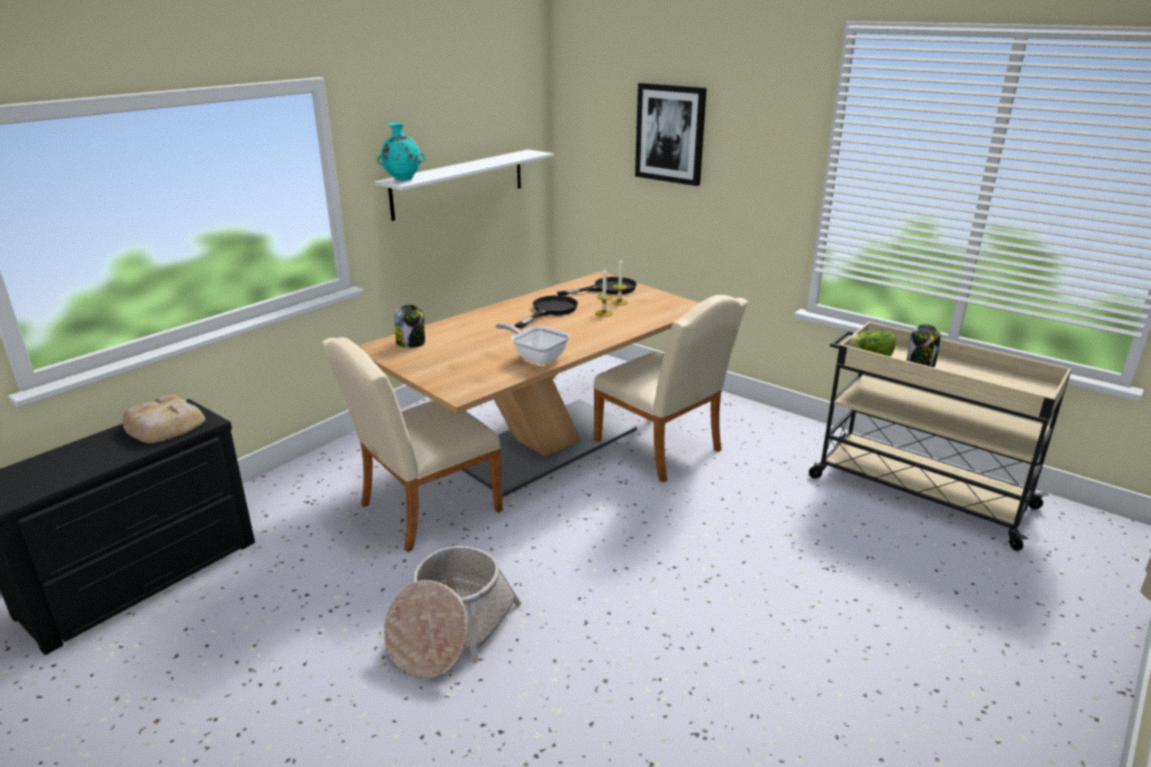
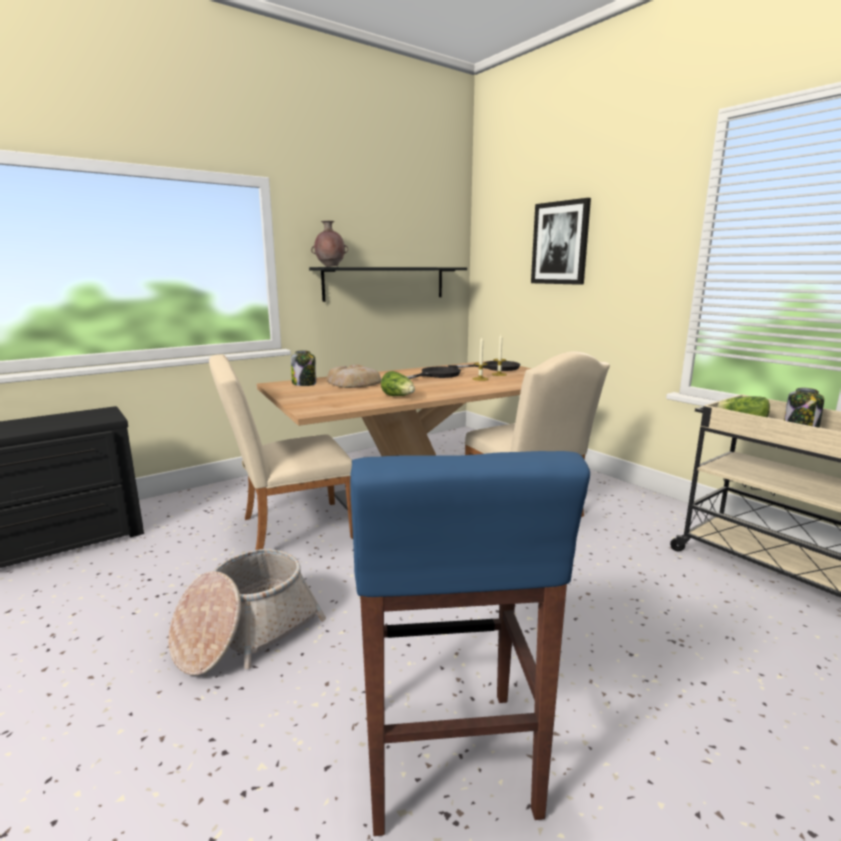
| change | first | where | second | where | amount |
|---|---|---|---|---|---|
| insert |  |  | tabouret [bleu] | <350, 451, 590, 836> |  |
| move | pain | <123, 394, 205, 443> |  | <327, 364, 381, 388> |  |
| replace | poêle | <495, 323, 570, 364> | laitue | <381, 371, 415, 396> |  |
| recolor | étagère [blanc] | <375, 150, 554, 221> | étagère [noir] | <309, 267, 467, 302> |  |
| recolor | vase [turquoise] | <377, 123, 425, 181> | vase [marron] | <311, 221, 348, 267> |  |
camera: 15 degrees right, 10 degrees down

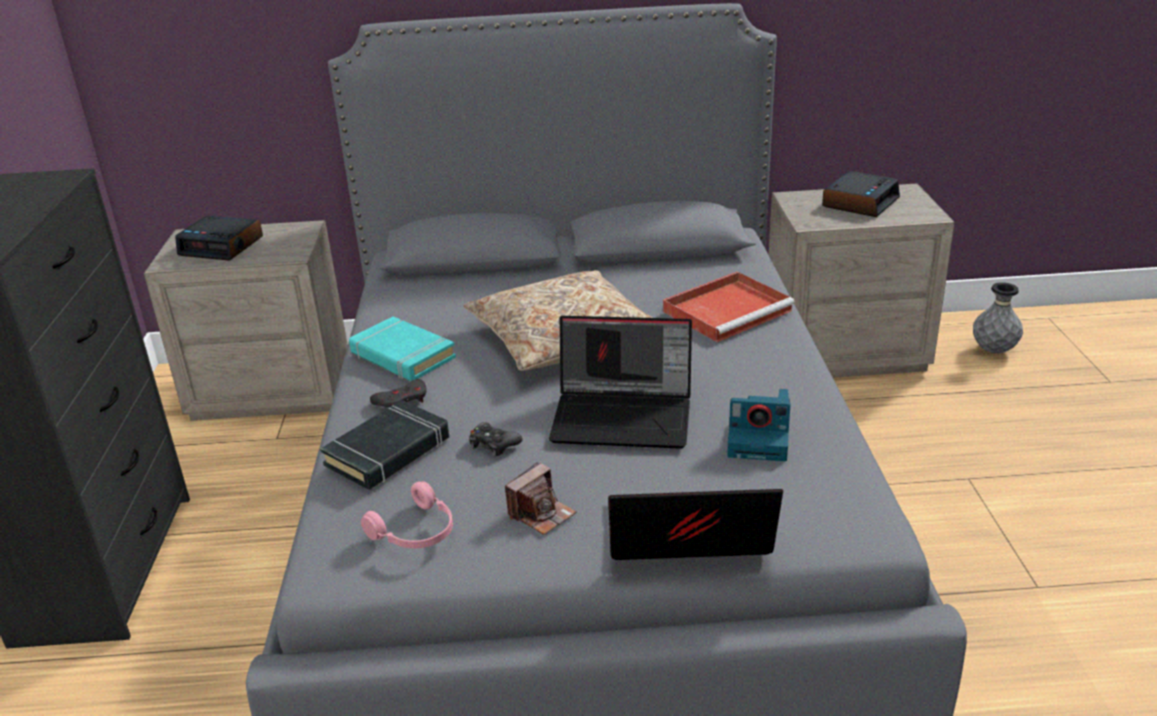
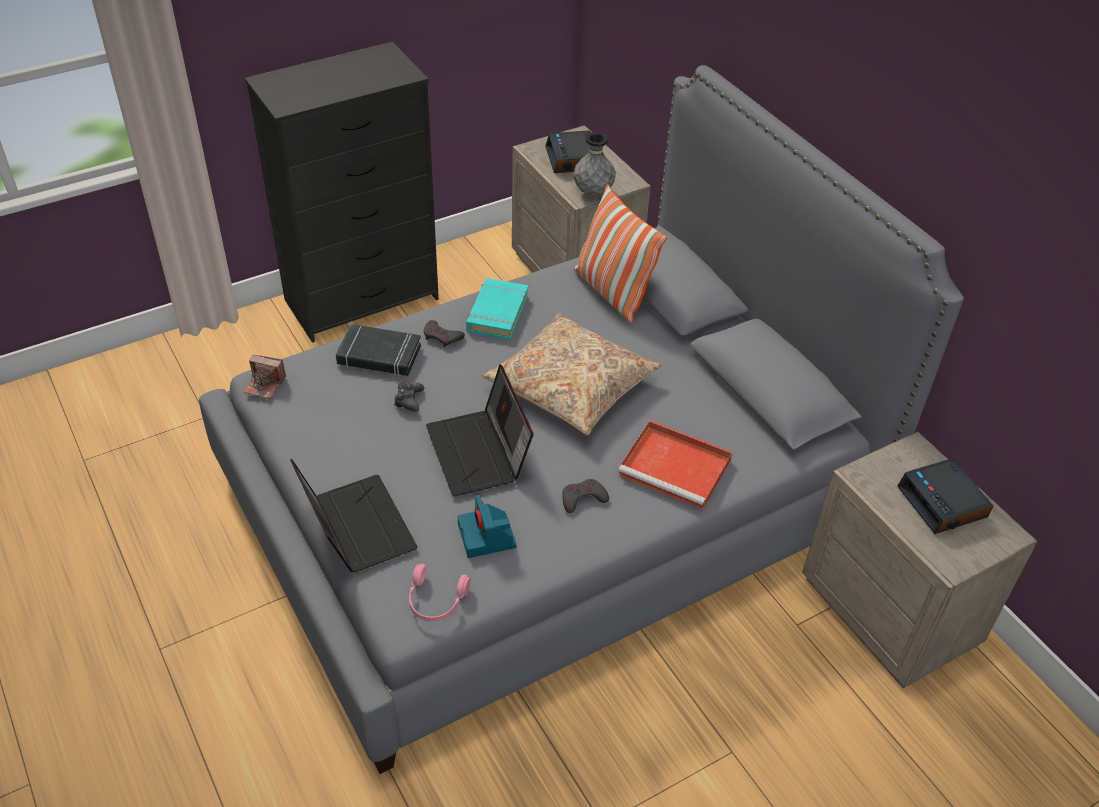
| change | first | where | second | where | amount |
|---|---|---|---|---|---|
| insert |  |  | manette [gris] | <562, 479, 609, 513> |  |
| insert |  |  | coussin | <574, 184, 667, 323> |  |
| move | casque audio [rose] | <361, 481, 453, 548> |  | <409, 564, 471, 621> |  |
| move | appareil photo | <505, 462, 576, 535> |  | <243, 355, 286, 399> |  |
| move | vase [gris] | <973, 282, 1023, 353> |  | <573, 132, 616, 196> |  |
| rotate | réveil | <822, 171, 900, 217> |  | <897, 458, 993, 534> | 60 degrees clockwise |
camera: 60 degrees right, 15 degrees up

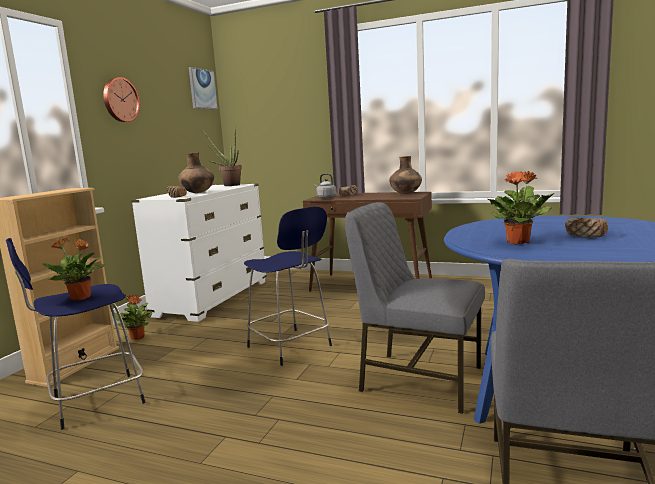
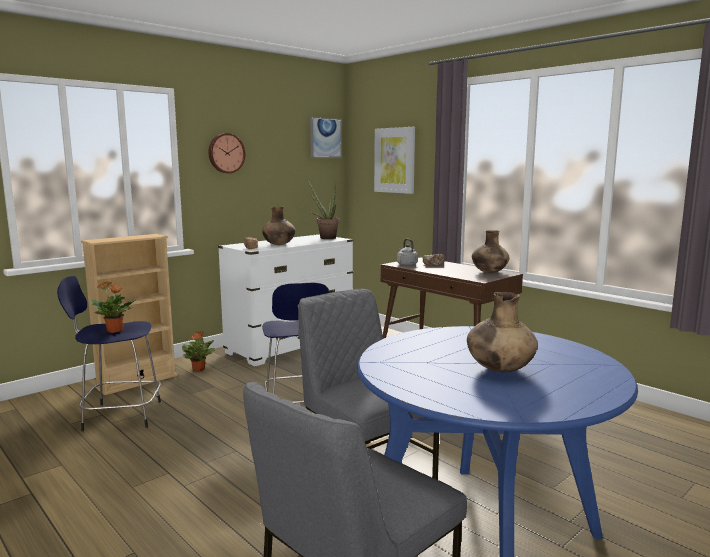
| change | first | where | second | where | amount |
|---|---|---|---|---|---|
| delete | plante en pot | <488, 171, 554, 245> |  |  |  |
| insert |  |  | tableau | <374, 127, 415, 194> |  |
| replace | pain | <565, 217, 608, 237> | vase [marron] | <467, 292, 538, 372> |  |
camera: 25 degrees right, 0 degrees up

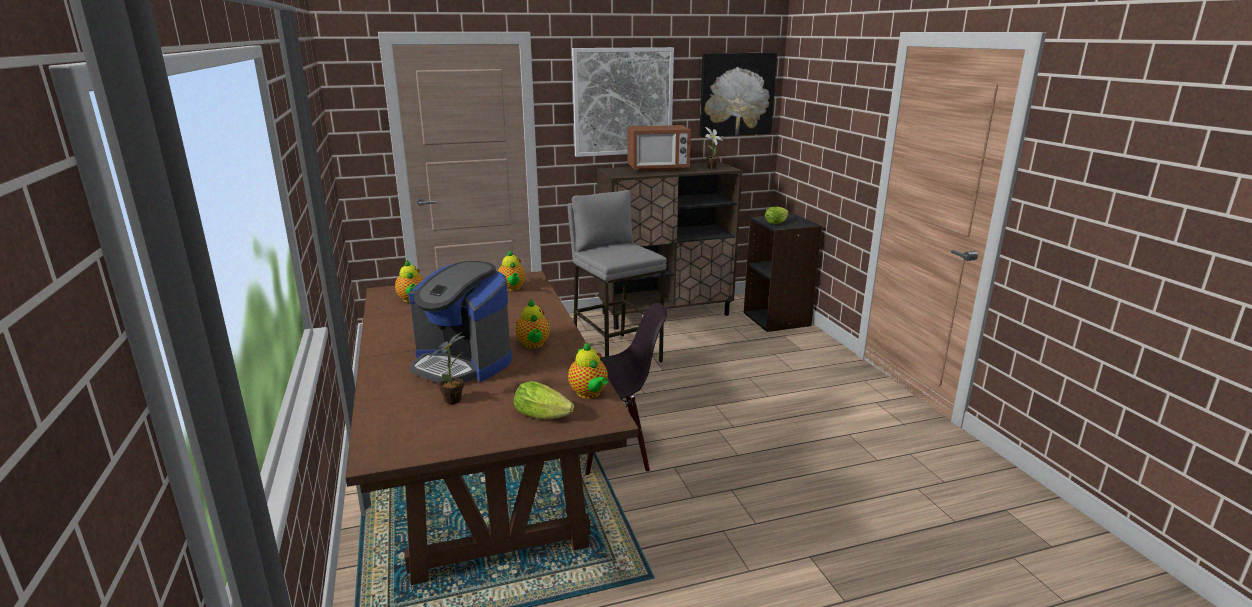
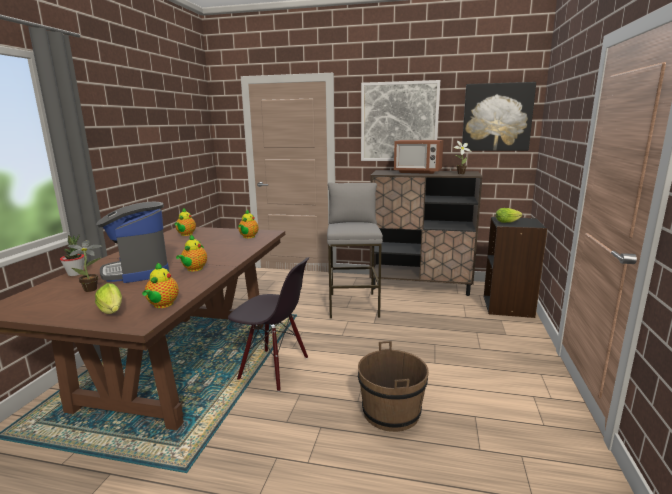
| change | first | where | second | where | amount |
|---|---|---|---|---|---|
| insert |  |  | plante en pot | <60, 235, 84, 276> |  |
| insert |  |  | seau [marron] | <358, 341, 429, 432> |  |
camera: 30 degrees right, 5 degrees down

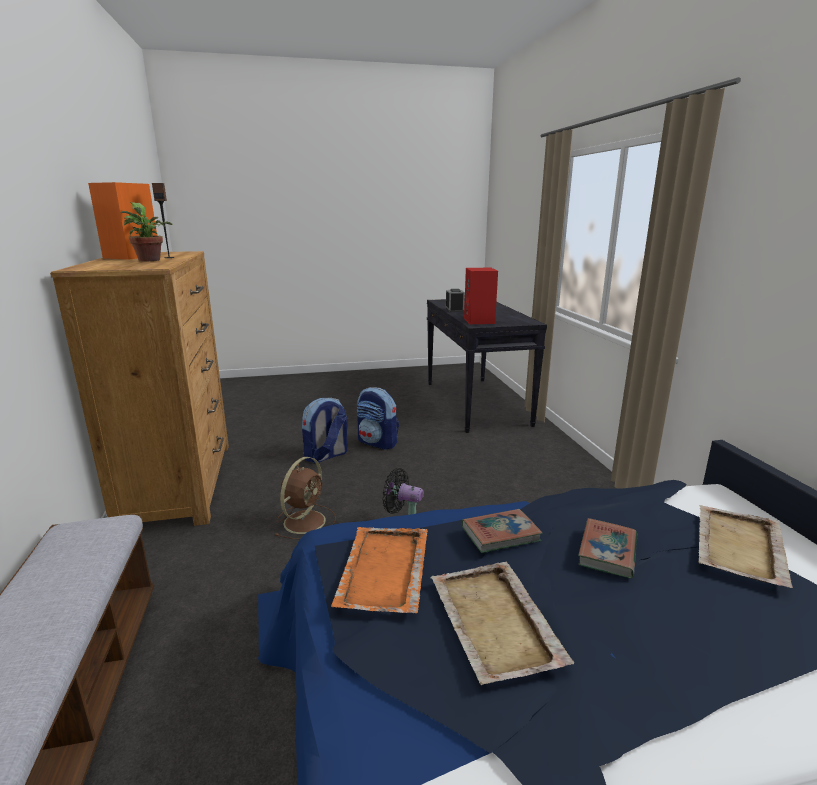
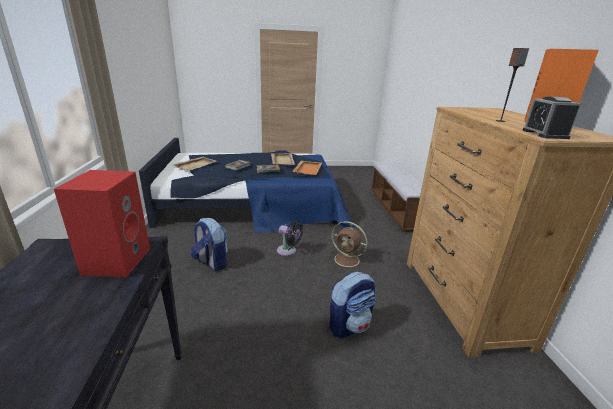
| change | first | where | second | where | amount |
|---|---|---|---|---|---|
| delete | plante en pot | <121, 202, 173, 261> |  |  |  |
| move | sac à dos | <357, 387, 399, 450> |  | <190, 218, 228, 271> |  |
| move | réveil | <446, 289, 465, 312> |  | <522, 97, 581, 139> |  |
| rotate | ventilateur [marron] | <274, 457, 336, 539> |  | <328, 221, 368, 271> | 90 degrees counterclockwise |
camera: 175 degrees left, 5 degrees up

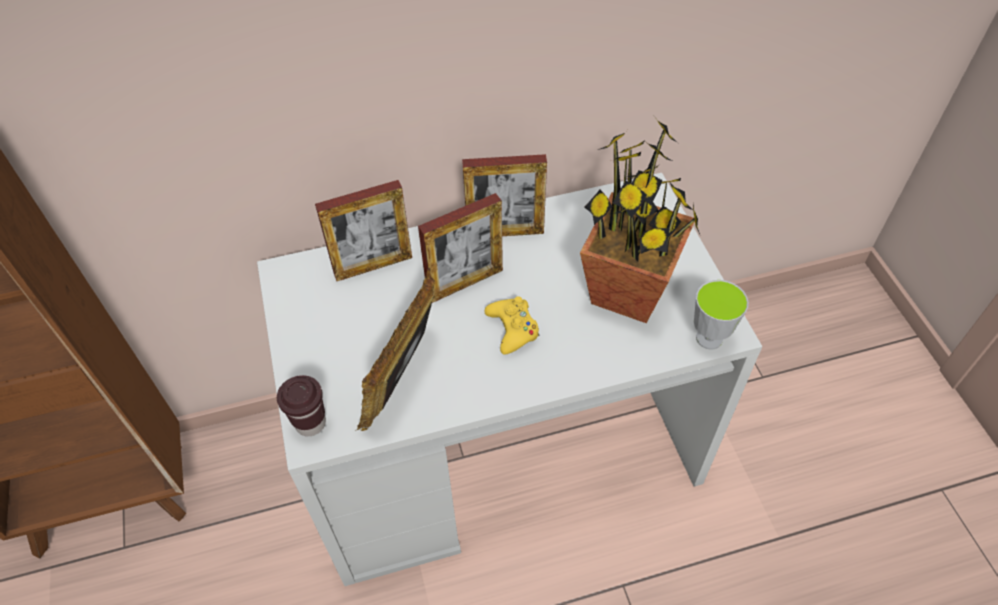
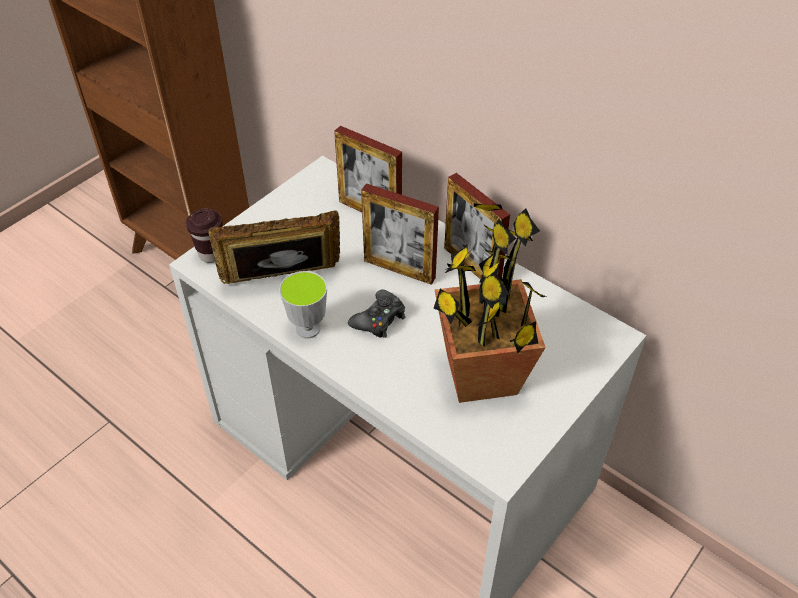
| change | first | where | second | where | amount |
|---|---|---|---|---|---|
| move | tasse | <694, 280, 748, 350> |  | <279, 271, 327, 338> |  |
| recolor | manette [jaune] | <484, 296, 540, 355> | manette [noir] | <348, 289, 405, 338> |  |
camera: 55 degrees right, 5 degrees down

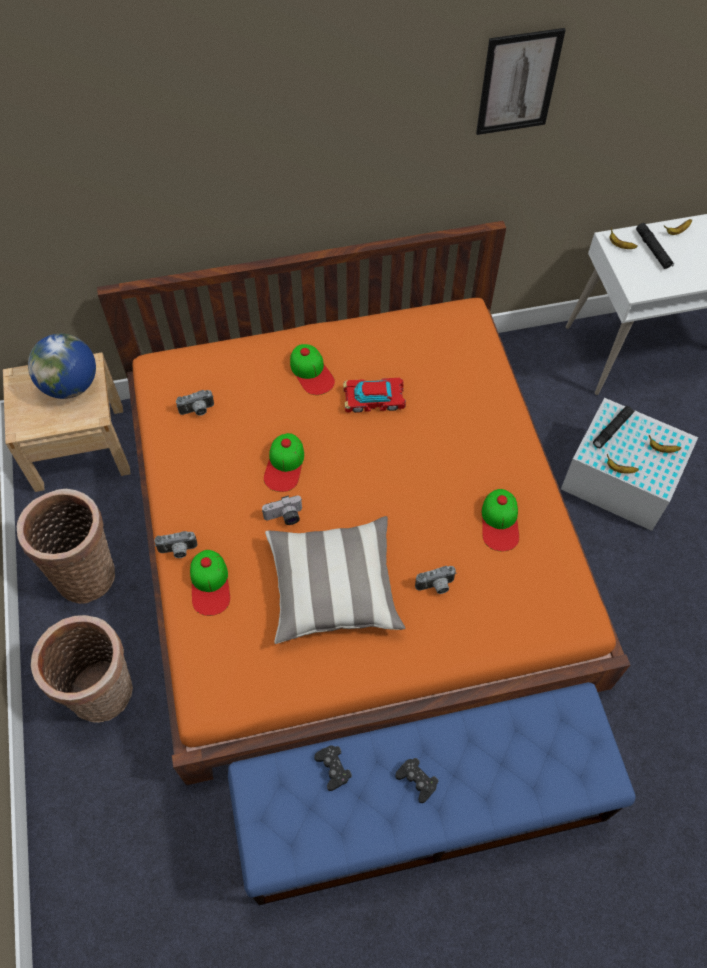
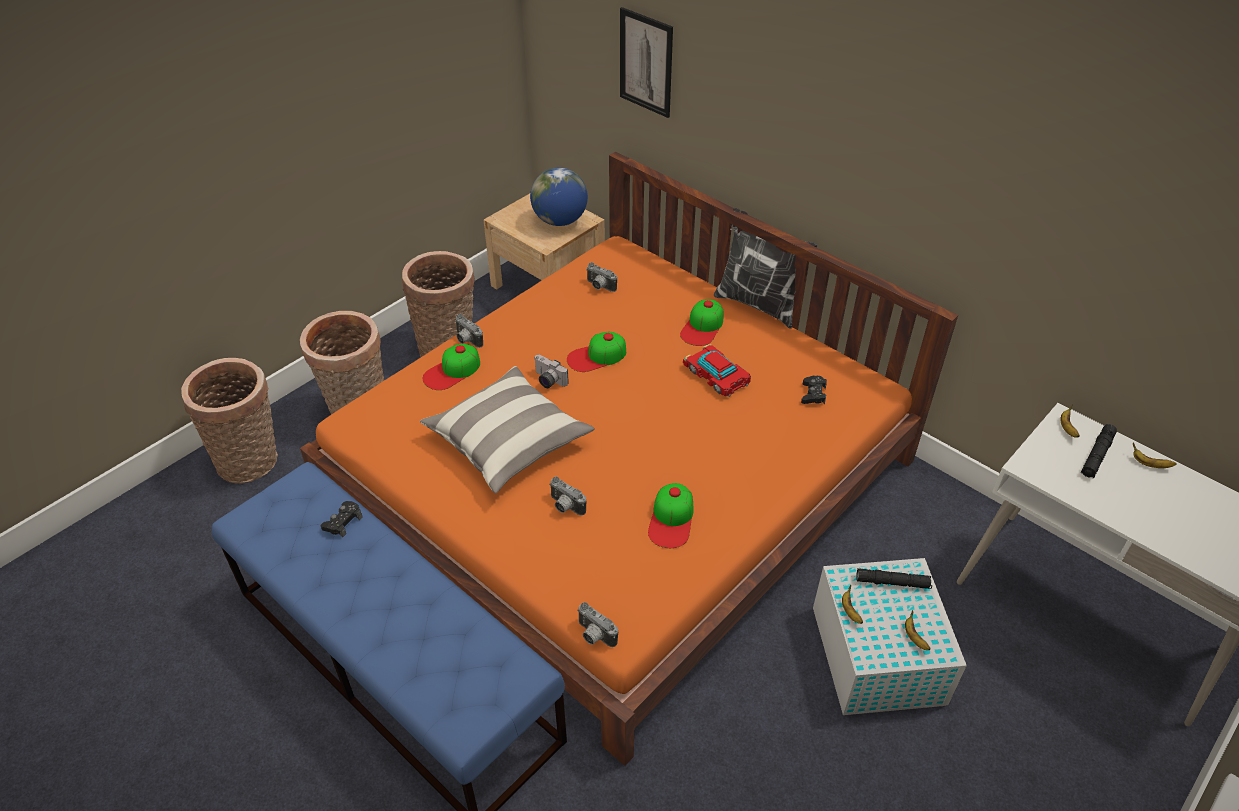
| change | first | where | second | where | amount |
|---|---|---|---|---|---|
| insert |  |  | panier | <181, 358, 278, 484> |  |
| insert |  |  | appareil photo | <577, 602, 619, 647> |  |
| insert |  |  | coussin | <714, 208, 818, 329> |  |
| move | manette [noir] | <395, 758, 438, 803> |  | <801, 376, 827, 404> |  |
| move | tableau | <476, 28, 566, 135> |  | <620, 7, 673, 118> |  |
| rotate | casquette | <482, 489, 519, 552> |  | <648, 483, 694, 548> | 45 degrees counterclockwise |
camera: 55 degrees right, 15 degrees down

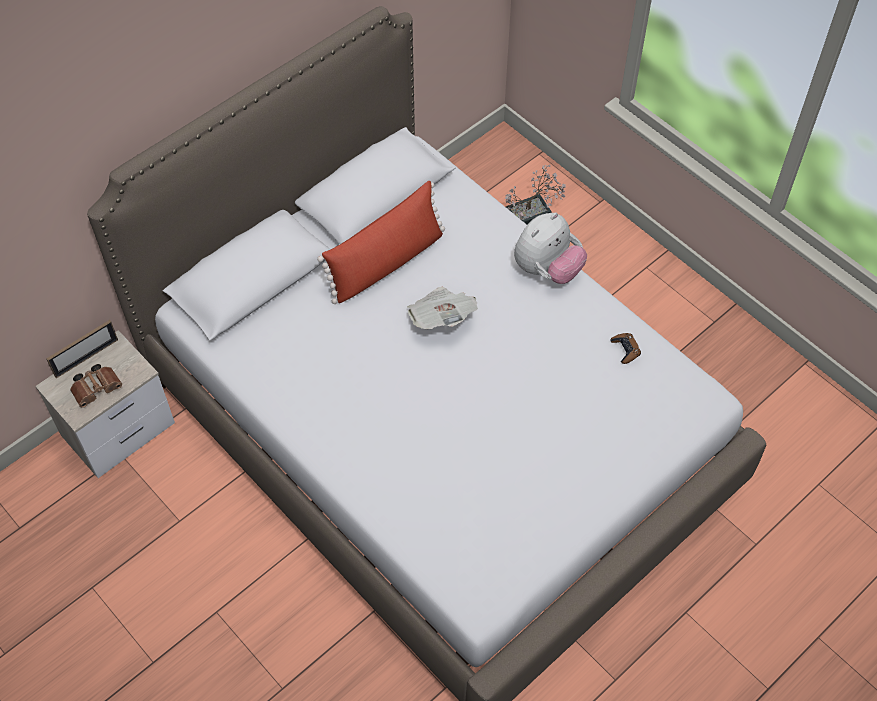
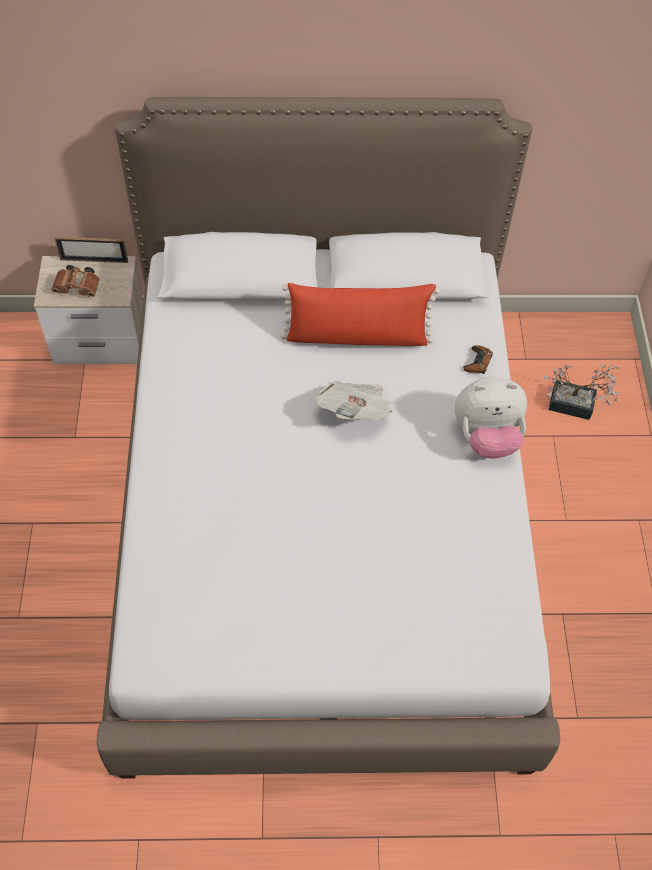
| change | first | where | second | where | amount |
|---|---|---|---|---|---|
| move | manette [marron] | <611, 333, 641, 364> |  | <463, 345, 493, 374> |  |
camera: 40 degrees right, 0 degrees up

